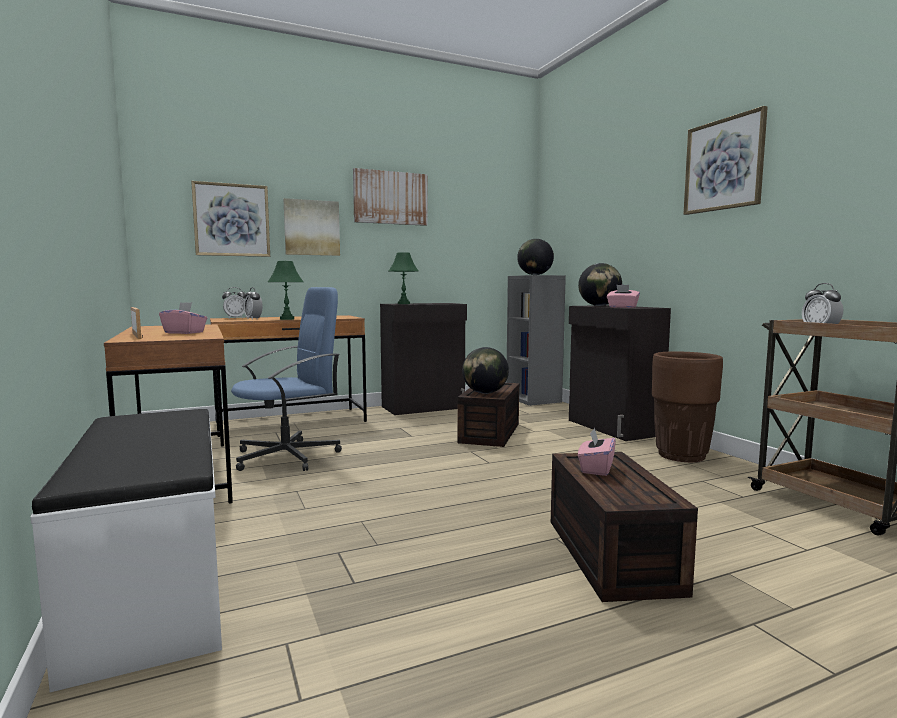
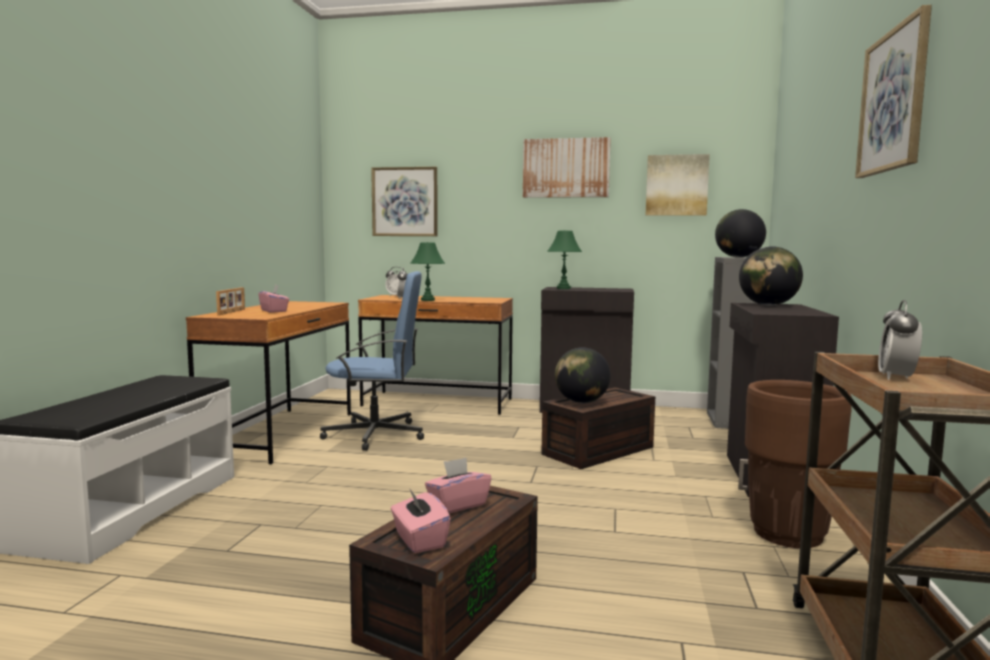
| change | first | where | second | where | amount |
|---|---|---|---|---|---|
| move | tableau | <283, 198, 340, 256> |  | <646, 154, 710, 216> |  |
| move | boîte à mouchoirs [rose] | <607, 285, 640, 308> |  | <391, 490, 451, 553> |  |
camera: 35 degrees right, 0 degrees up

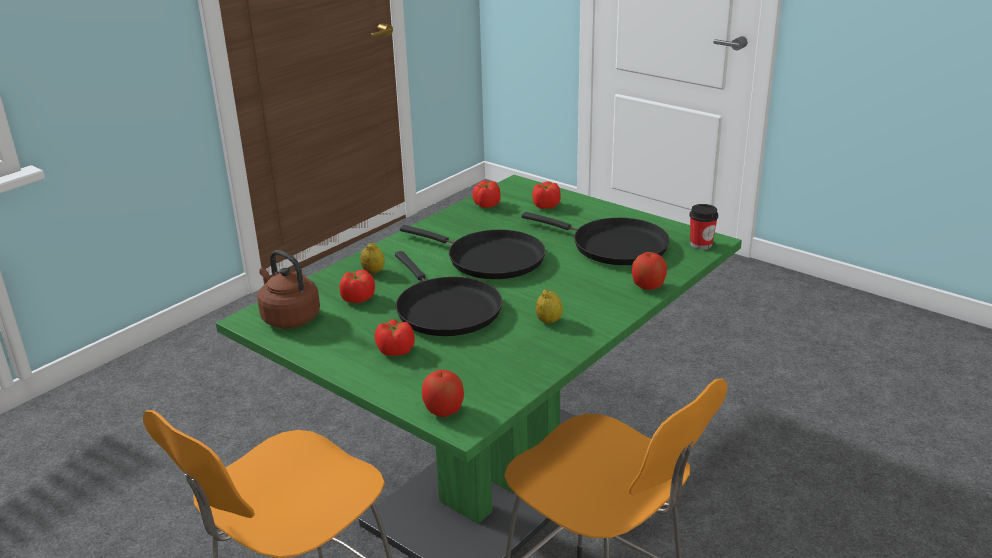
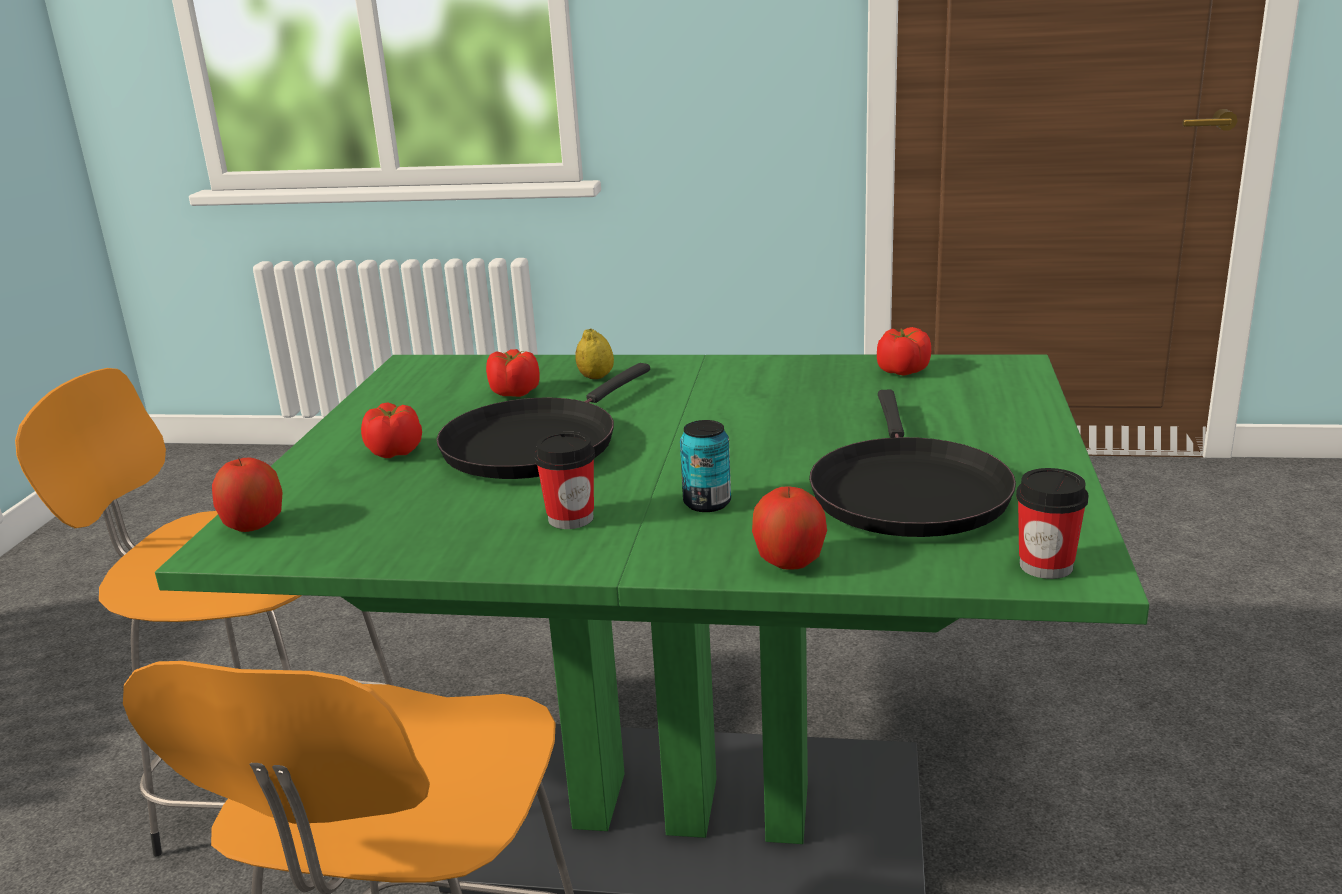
| change | first | where | second | where | amount |
|---|---|---|---|---|---|
| delete | bouilloire [marron] | <257, 250, 320, 328> |  |  |  |
| delete | poêle [noir] | <400, 225, 545, 279> |  |  |  |
| delete | tomate | <532, 181, 561, 209> |  |  |  |
| insert |  |  | boîte métallique | <680, 420, 731, 512> |  |
| replace | citron | <536, 289, 563, 323> | tasse | <534, 432, 595, 529> |  |
camera: 60 degrees right, 5 degrees down

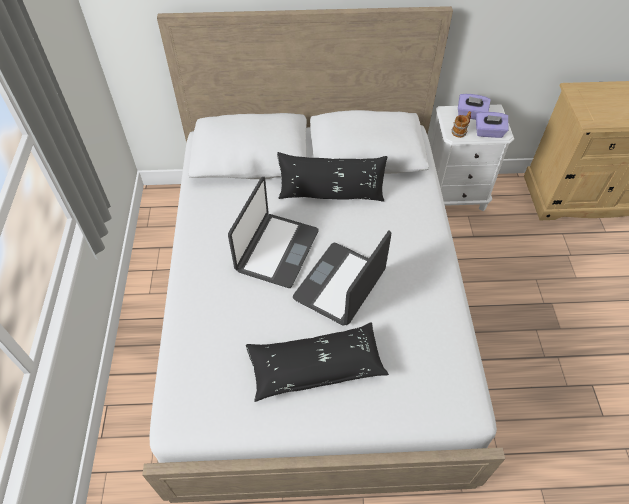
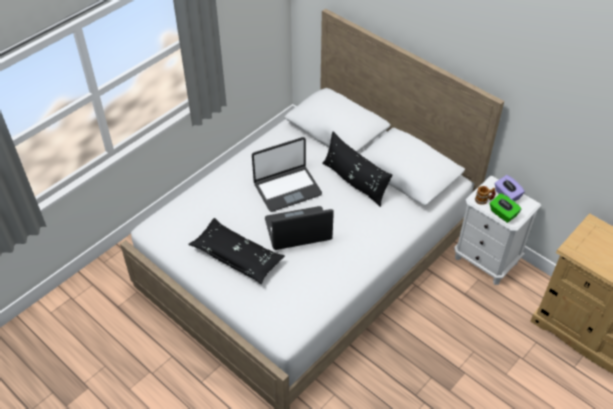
| change | first | where | second | where | amount |
|---|---|---|---|---|---|
| recolor | boîte à mouchoirs [violet] | <476, 112, 509, 138> | boîte à mouchoirs [vert] | <490, 193, 521, 223> |  |
camera: 45 degrees right, 5 degrees down

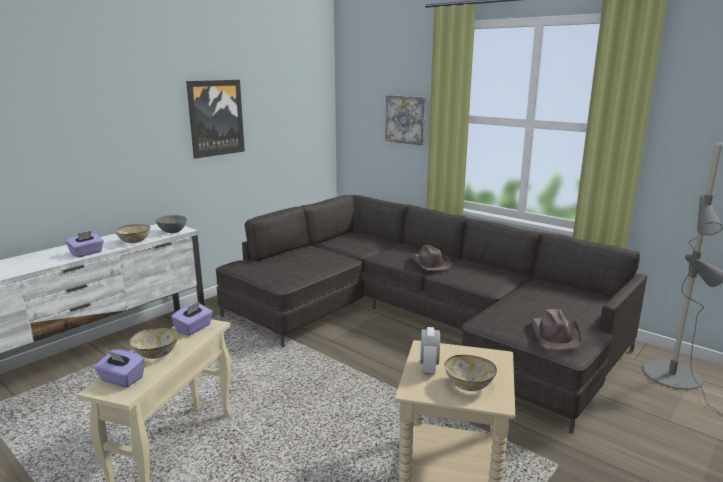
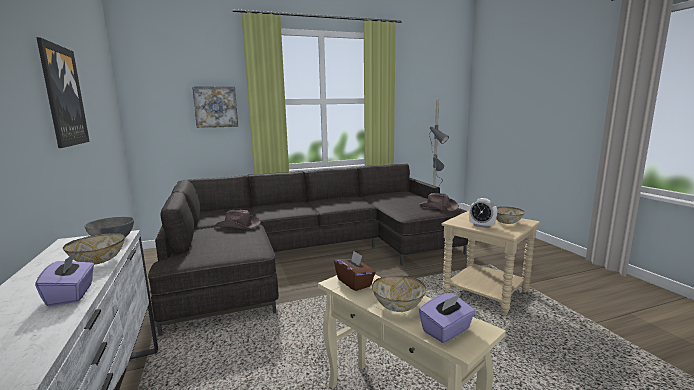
| change | first | where | second | where | amount |
|---|---|---|---|---|---|
| move | chapeau [marron] | <409, 245, 451, 271> |  | <215, 210, 261, 229> |  |
| recolor | boîte à mouchoirs [violet] | <171, 302, 213, 336> | boîte à mouchoirs [marron] | <334, 251, 375, 291> |  |
camera: 60 degrees left, 5 degrees down

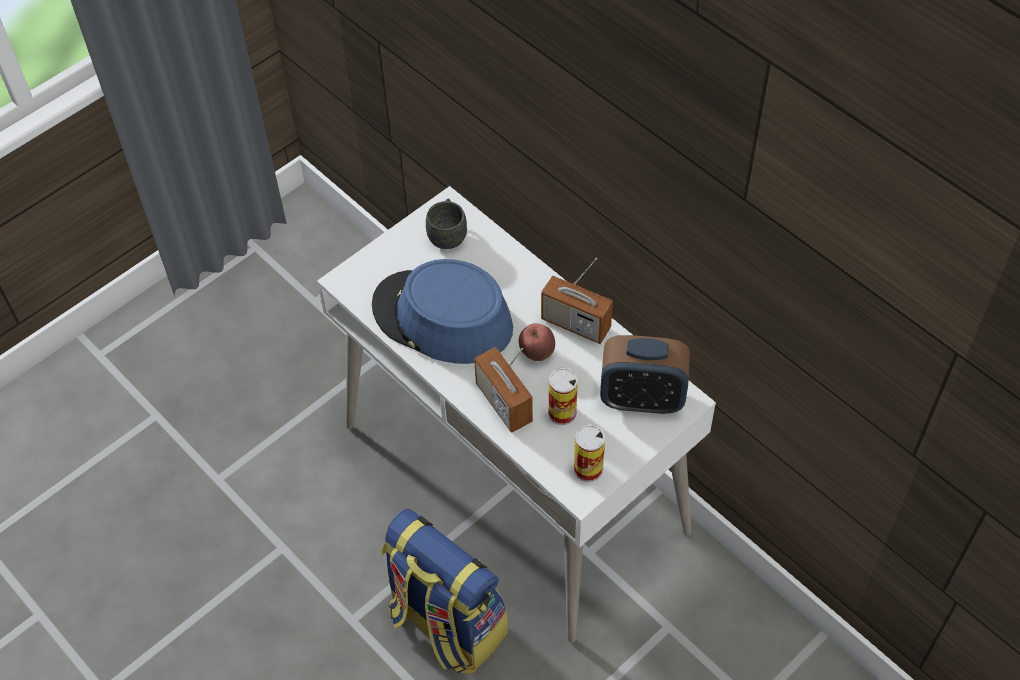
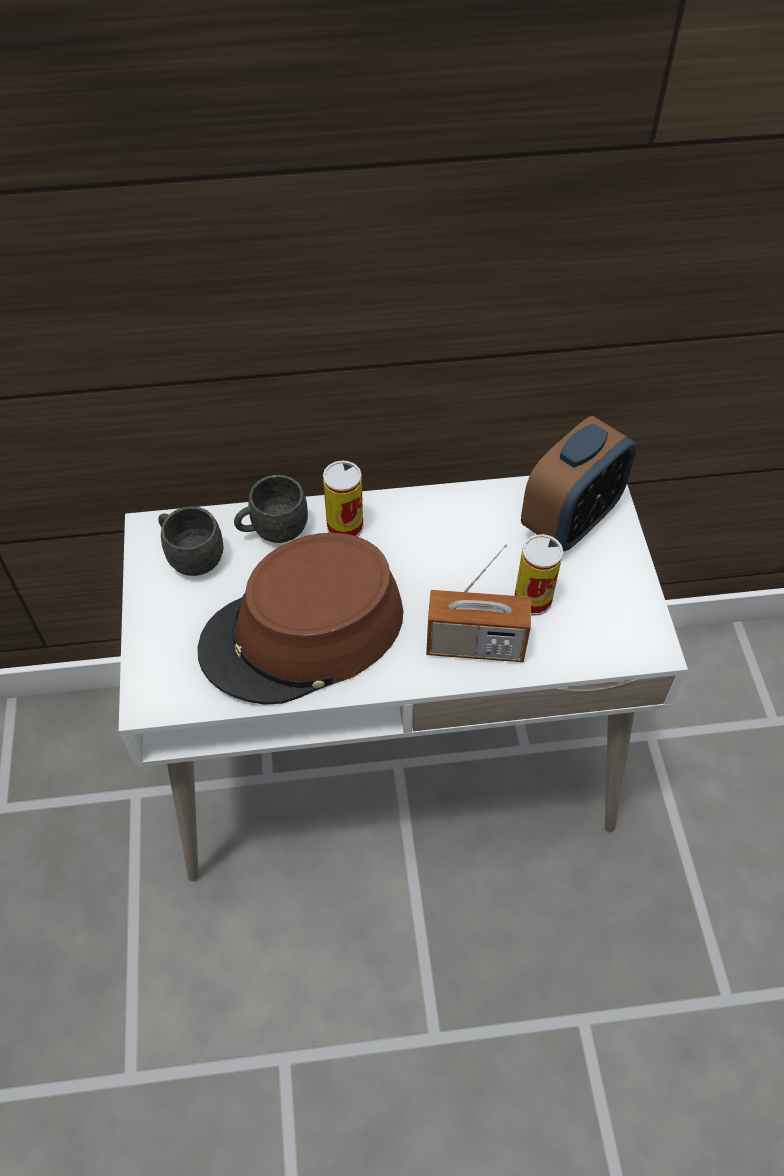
| change | first | where | second | where | amount |
|---|---|---|---|---|---|
| delete | sac à dos | <382, 509, 508, 674> |  |  |  |
| delete | pomme | <519, 323, 555, 361> |  |  |  |
| delete | radio | <541, 258, 613, 344> |  |  |  |
| insert |  |  | mug [gris] | <234, 475, 308, 543> |  |
| move | boîte métallique | <574, 424, 605, 482> |  | <323, 460, 363, 537> |  |
| recolor | chapeau [bleu] | <372, 259, 513, 364> | chapeau [marron] | <198, 533, 403, 705> |  |
camera: 55 degrees left, 0 degrees up

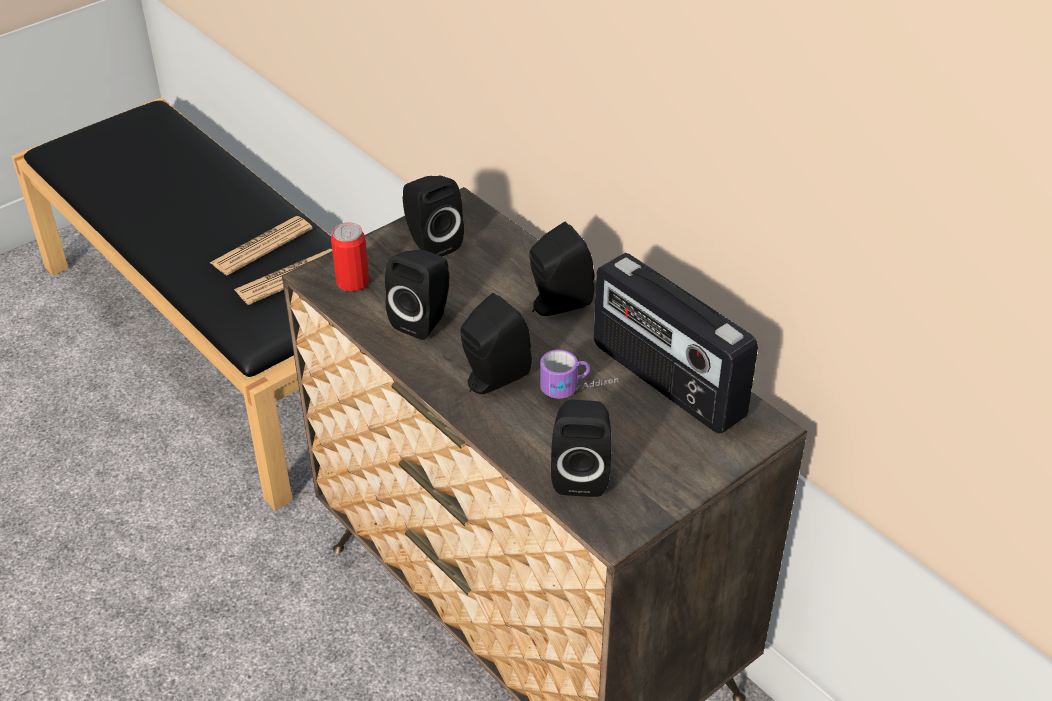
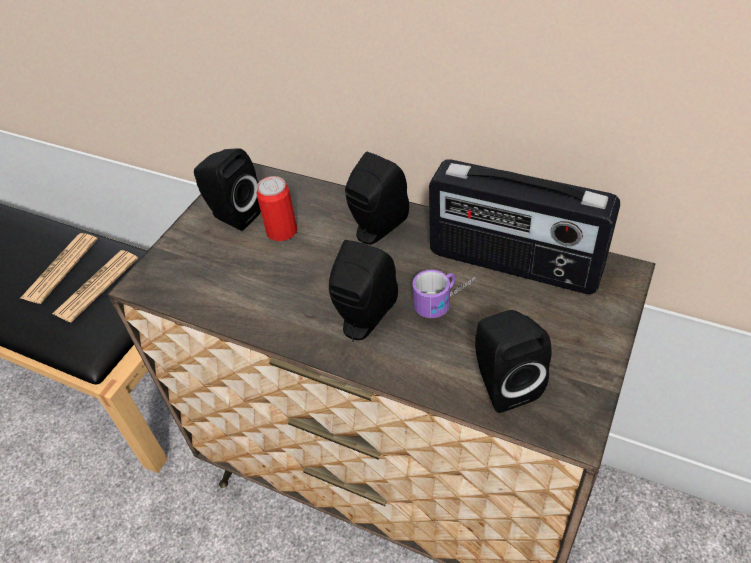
| change | first | where | second | where | amount |
|---|---|---|---|---|---|
| delete | enceinte [noir] | <385, 250, 449, 340> |  |  |  |
| move | boîte métallique | <331, 222, 369, 291> |  | <256, 176, 297, 241> |  |
camera: 20 degrees left, 5 degrees up

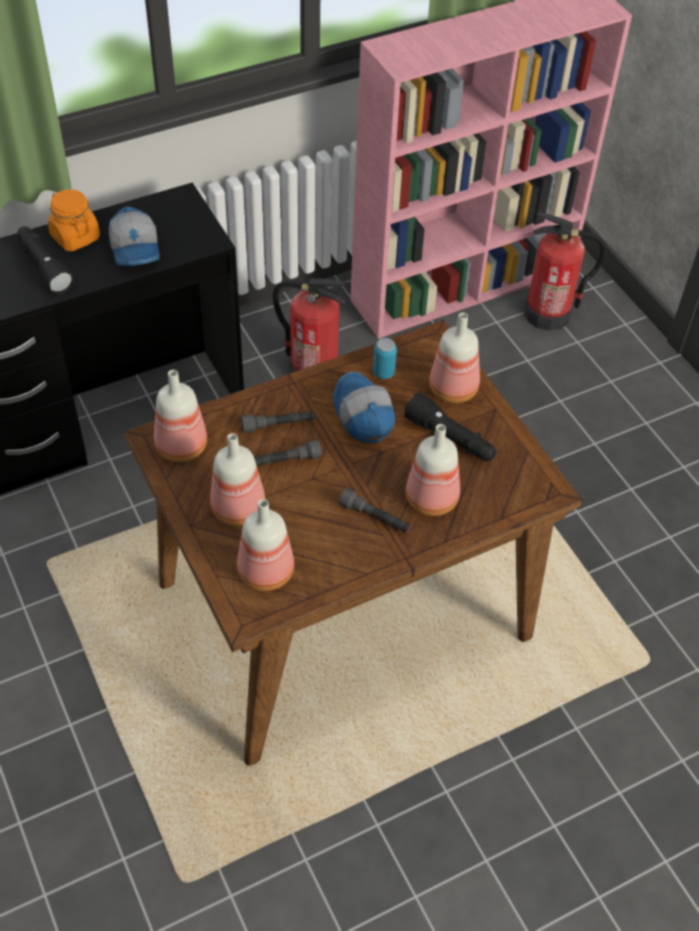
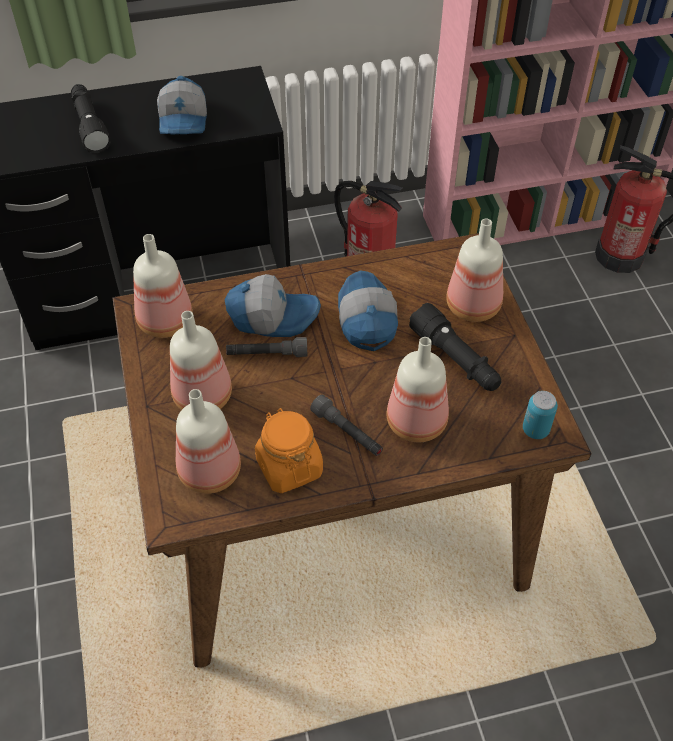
| change | first | where | second | where | amount |
|---|---|---|---|---|---|
| move | bocal [orange] | <48, 190, 100, 251> |  | <255, 408, 323, 493> |  |
| move | boîte métallique | <373, 338, 397, 379> |  | <523, 391, 558, 439> |  |
| replace | lampe de poche [gris] | <241, 411, 314, 433> | casquette | <225, 274, 321, 337> |  |
camera: 15 degrees right, 0 degrees up

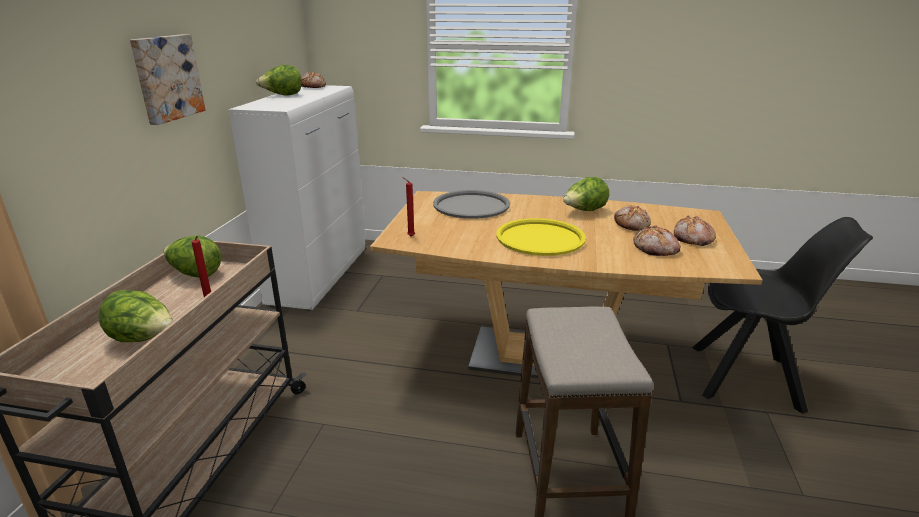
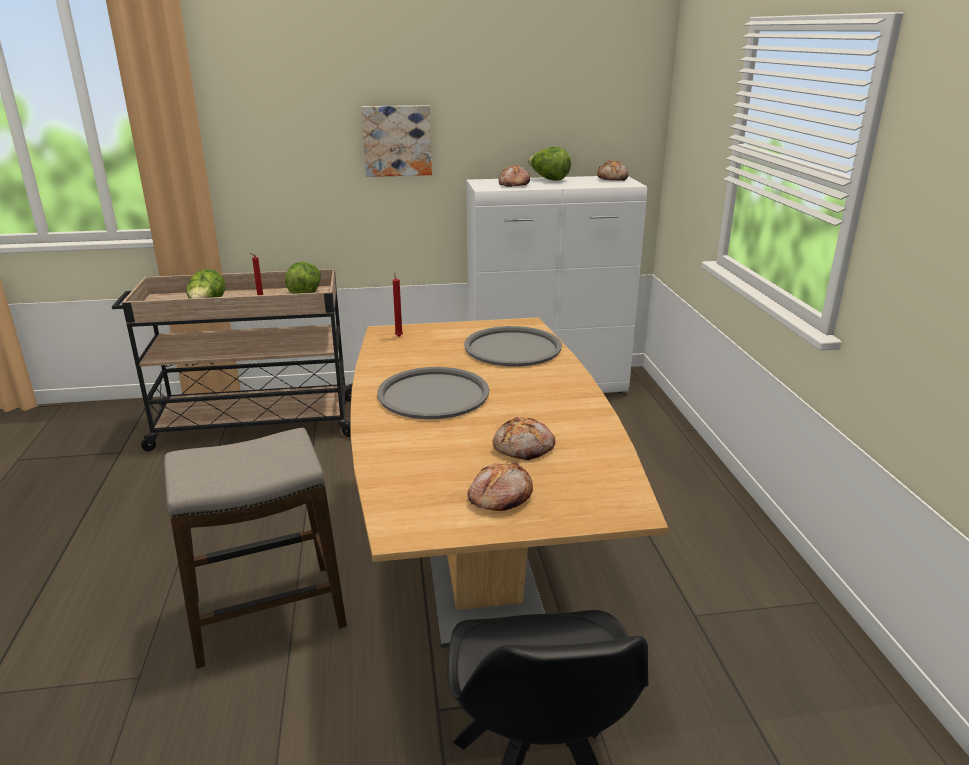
| change | first | where | second | where | amount |
|---|---|---|---|---|---|
| delete | laitue | <563, 177, 609, 211> |  |  |  |
| move | pain | <633, 225, 681, 256> |  | <498, 165, 530, 187> |  |
| recolor | plateau [jaune] | <496, 218, 586, 256> | plateau [gris] | <377, 367, 489, 419> |  |
camera: 70 degrees right, 0 degrees up

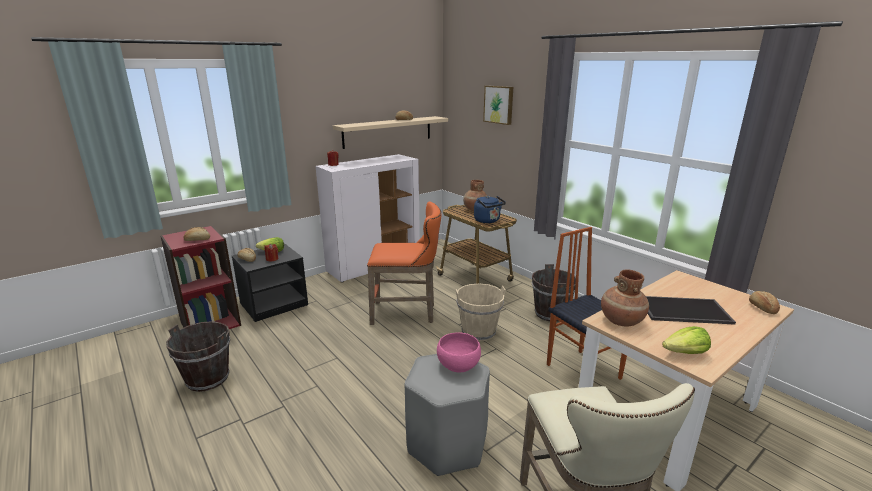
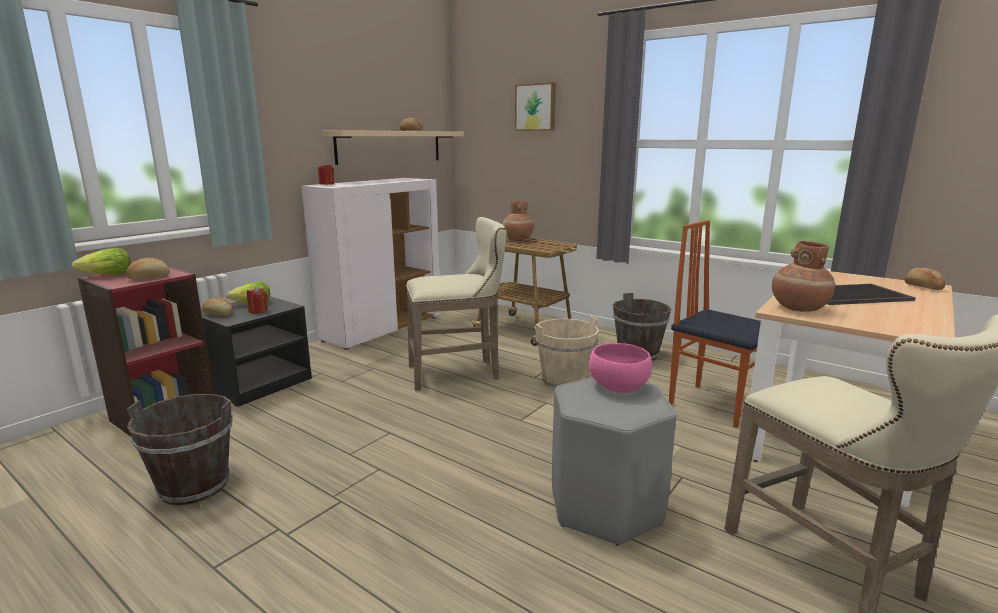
| change | first | where | second | where | amount |
|---|---|---|---|---|---|
| delete | bouilloire [bleu] | <474, 196, 506, 223> |  |  |  |
| move | laitue | <662, 326, 711, 354> |  | <72, 248, 131, 275> |  |
| recolor | tabouret [orange] | <367, 201, 441, 325> | tabouret [beige] | <406, 217, 507, 391> |  |
camera: 15 degrees left, 5 degrees down

